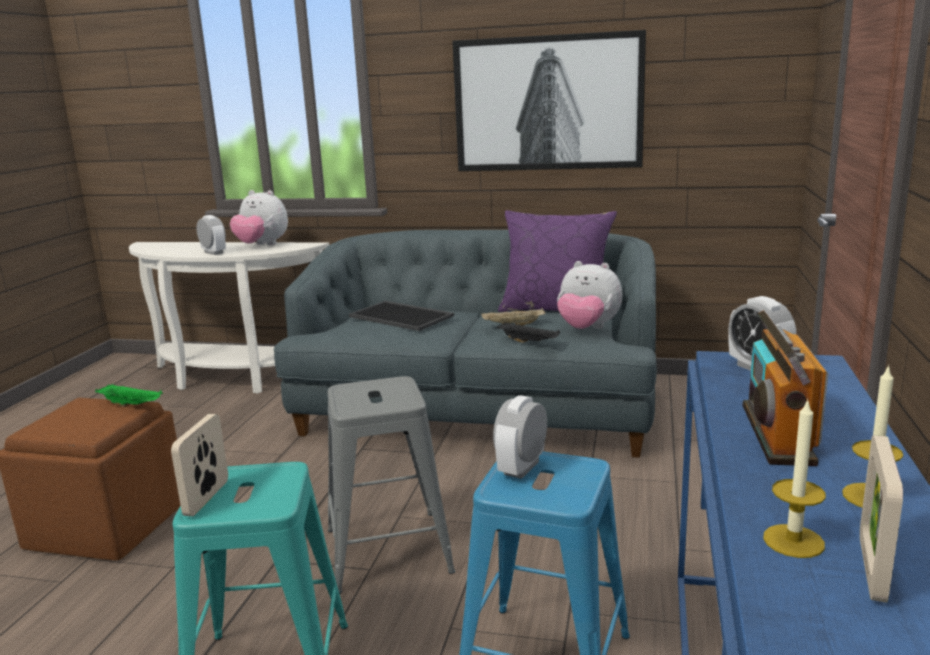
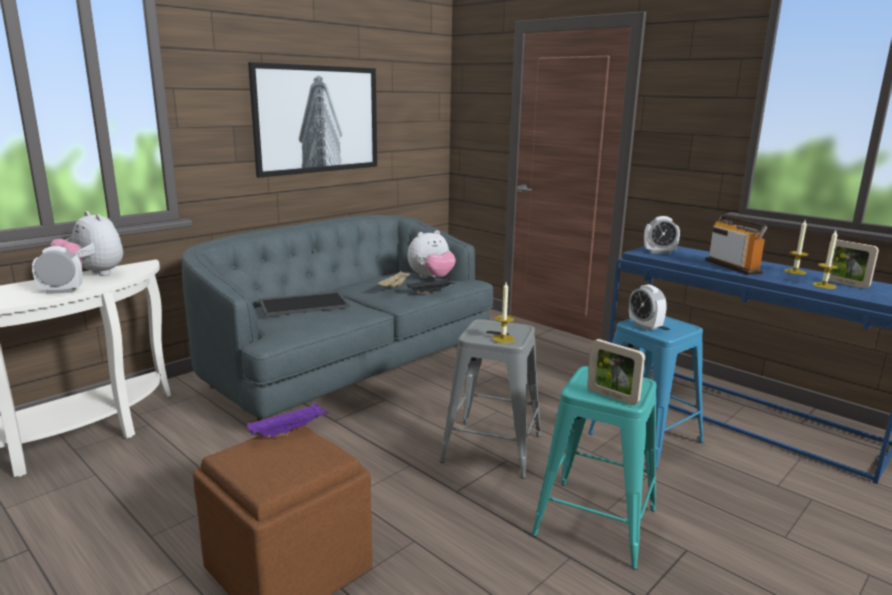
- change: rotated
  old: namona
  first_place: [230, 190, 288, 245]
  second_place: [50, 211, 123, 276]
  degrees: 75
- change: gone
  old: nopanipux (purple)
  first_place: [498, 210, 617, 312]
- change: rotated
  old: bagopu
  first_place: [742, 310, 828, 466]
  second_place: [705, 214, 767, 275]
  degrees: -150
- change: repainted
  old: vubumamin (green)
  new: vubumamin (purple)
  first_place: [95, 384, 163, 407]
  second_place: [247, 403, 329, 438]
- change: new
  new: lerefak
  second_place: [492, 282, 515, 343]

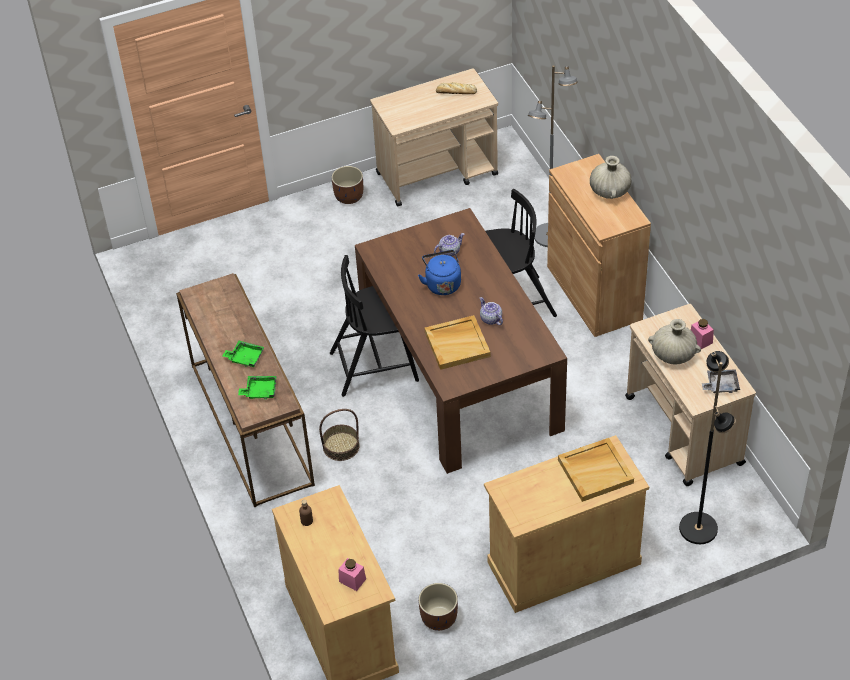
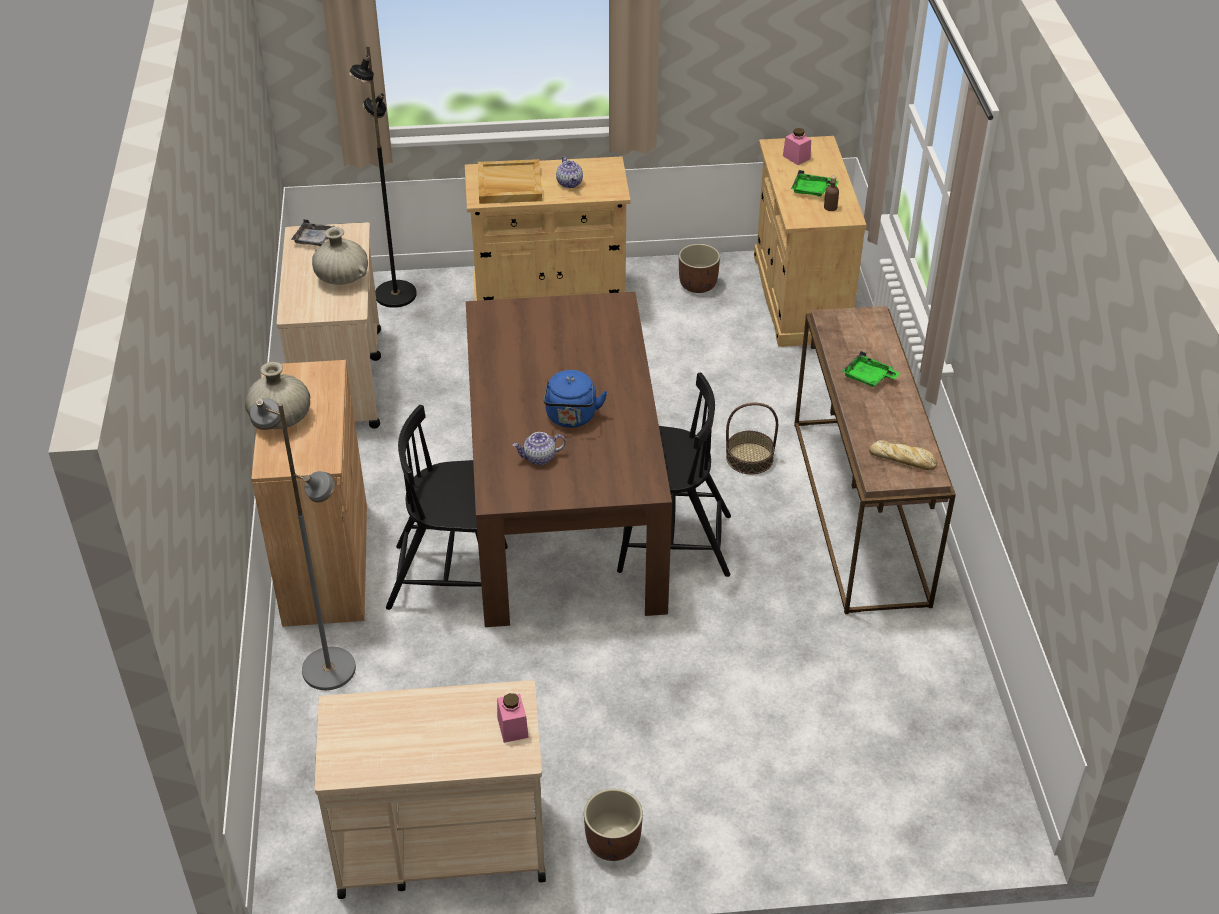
- change: shifted
  old: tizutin
  first_place: [436, 82, 477, 94]
  second_place: [869, 440, 937, 470]
- change: shifted
  old: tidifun
  first_place: [480, 297, 503, 325]
  second_place: [556, 156, 583, 188]
- change: gone
  old: vubumamin (beige)
  first_place: [425, 315, 491, 370]
- change: shifted
  old: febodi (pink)
  first_place: [691, 319, 714, 349]
  second_place: [497, 693, 529, 743]
- change: shifted
  old: vubumamin (green)
  first_place: [238, 376, 277, 399]
  second_place: [791, 170, 839, 197]

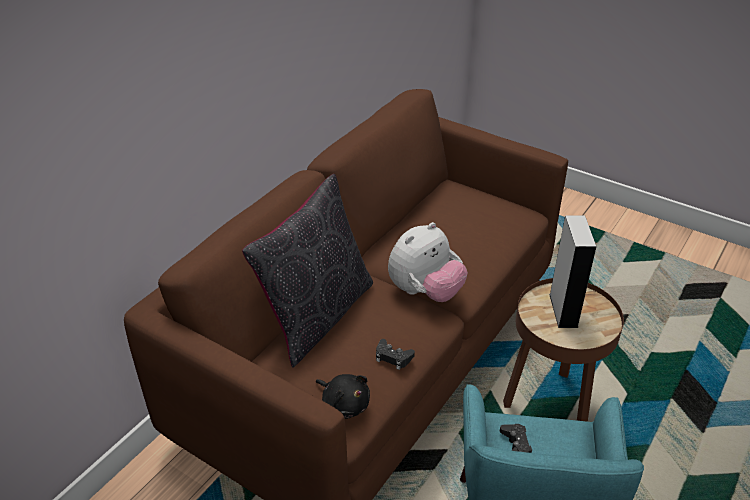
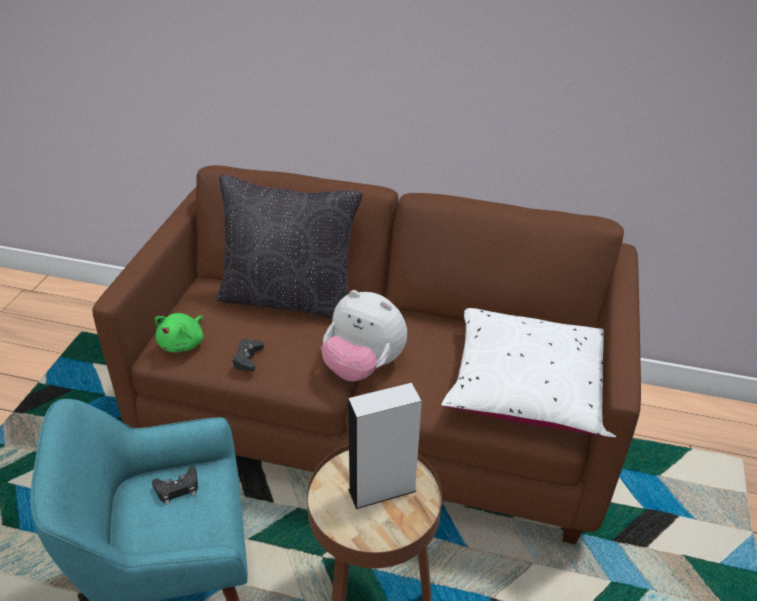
- change: repainted
  old: namona (black)
  new: namona (green)
  first_place: [316, 374, 370, 419]
  second_place: [155, 313, 204, 353]
- change: new
  new: nopanipux (white)
  second_place: [441, 308, 616, 438]

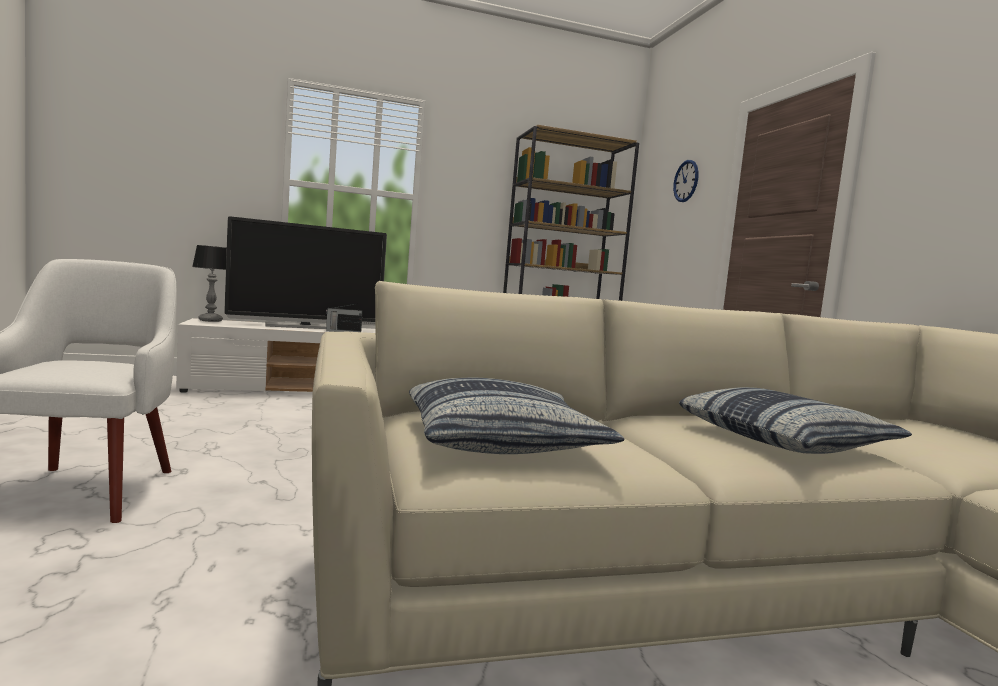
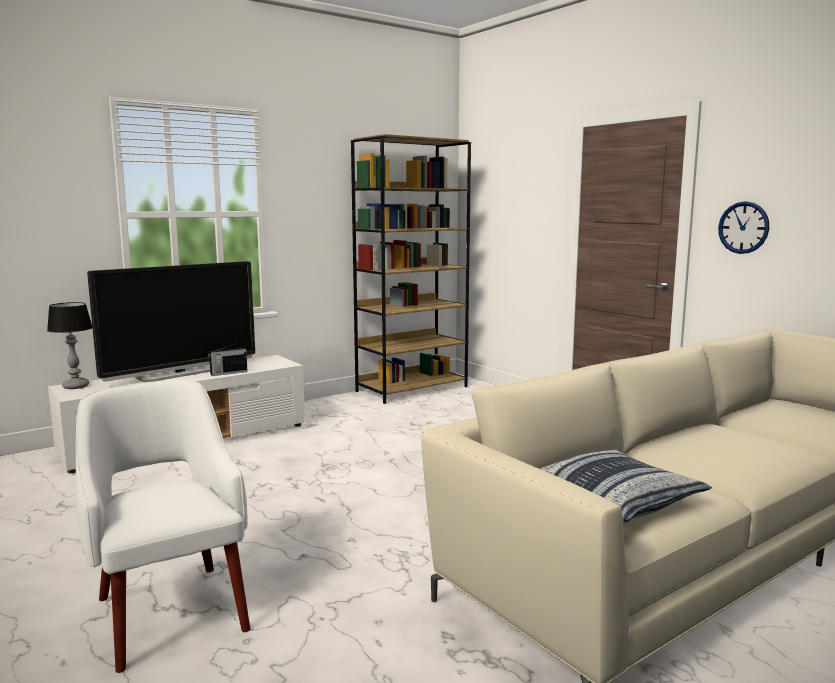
- change: shifted
  old: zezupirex
  first_place: [673, 160, 699, 202]
  second_place: [718, 201, 769, 254]
- change: gone
  old: nopanipux
  first_place: [679, 387, 912, 454]

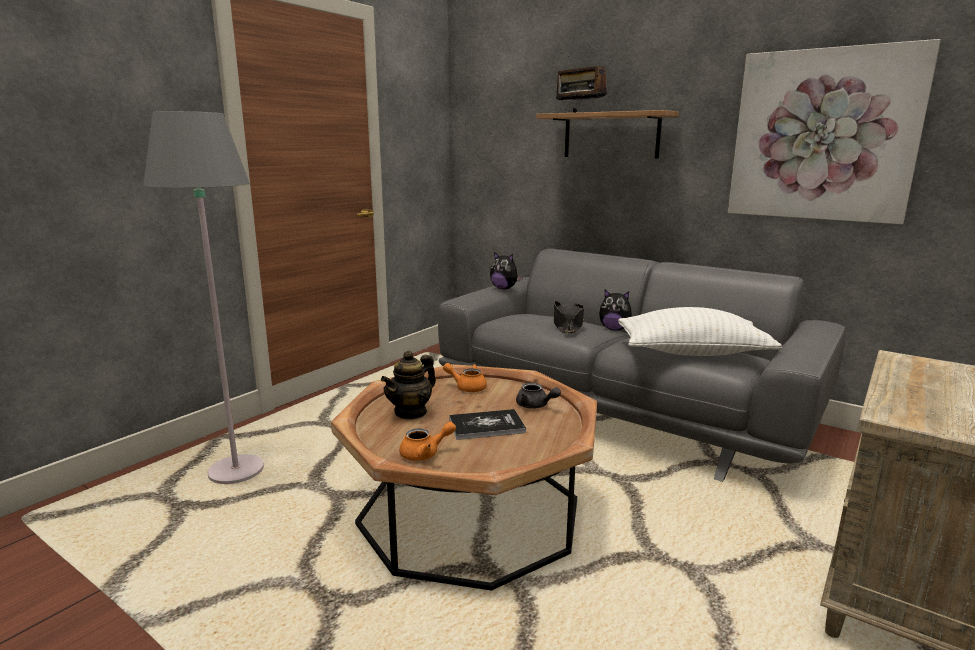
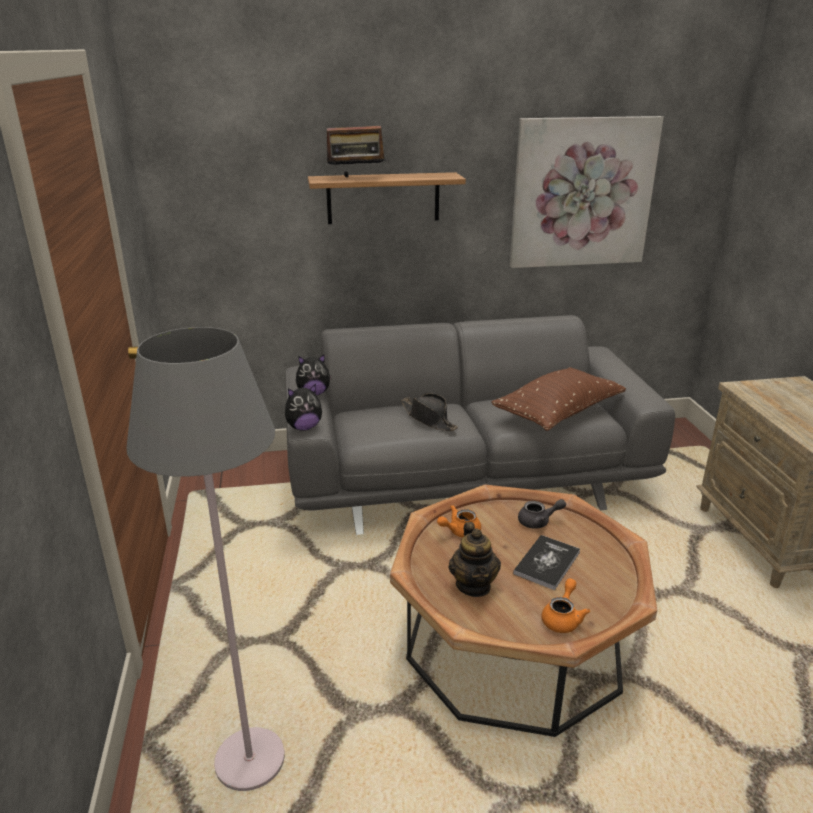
- change: shifted
  old: namona
  first_place: [599, 290, 636, 330]
  second_place: [285, 384, 322, 431]
- change: repainted
  old: nopanipux (white)
  new: nopanipux (brown)
  first_place: [618, 307, 782, 356]
  second_place: [491, 367, 626, 431]

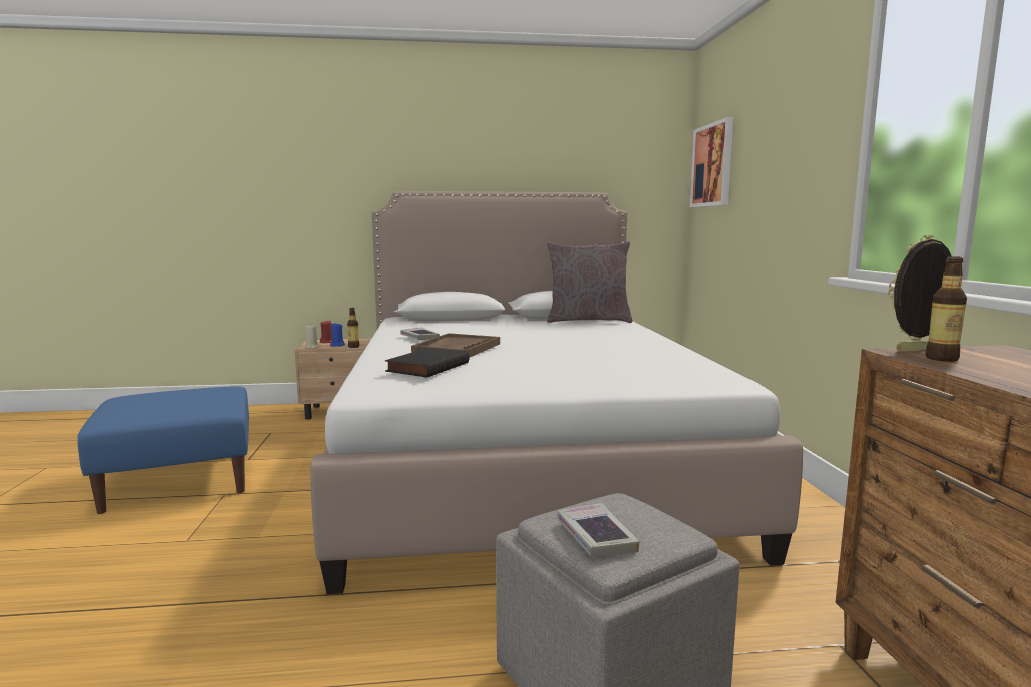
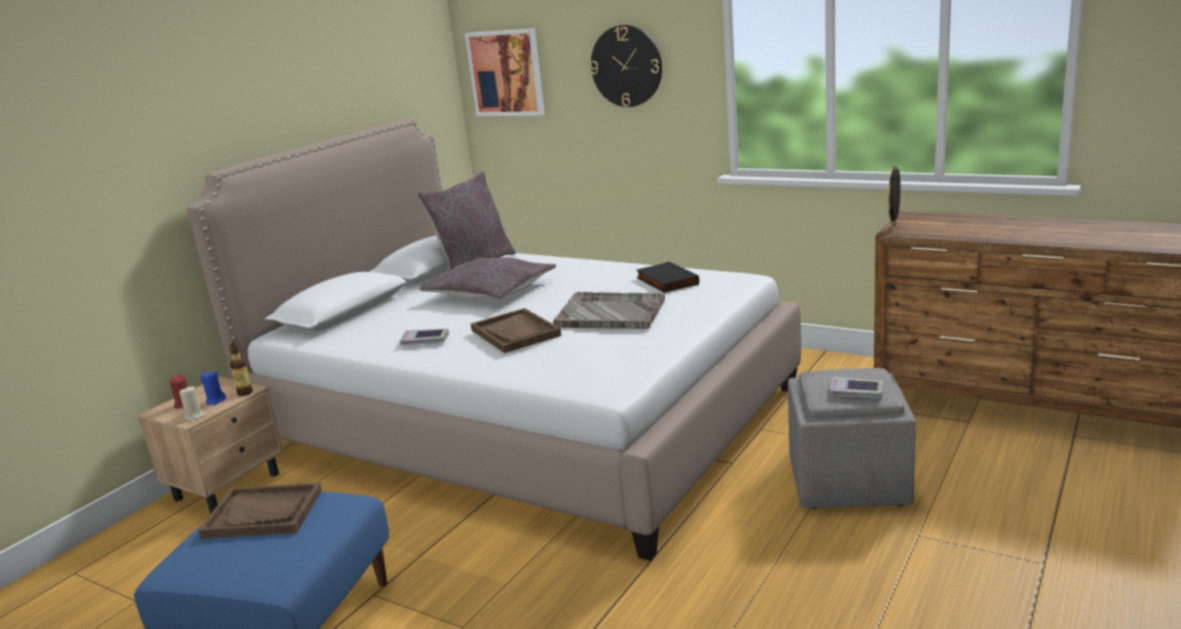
- change: gone
  old: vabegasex
  first_place: [925, 256, 967, 362]
- change: shifted
  old: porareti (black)
  first_place: [385, 347, 469, 378]
  second_place: [636, 261, 699, 293]
- change: new
  new: zezupirex
  second_place: [590, 25, 662, 107]
- change: new
  new: nopanipux (grey)
  second_place: [420, 257, 556, 300]
- change: new
  new: vubumamin (grey)
  second_place: [553, 292, 665, 329]
- change: new
  new: vubumamin (brown)
  second_place: [198, 483, 322, 539]

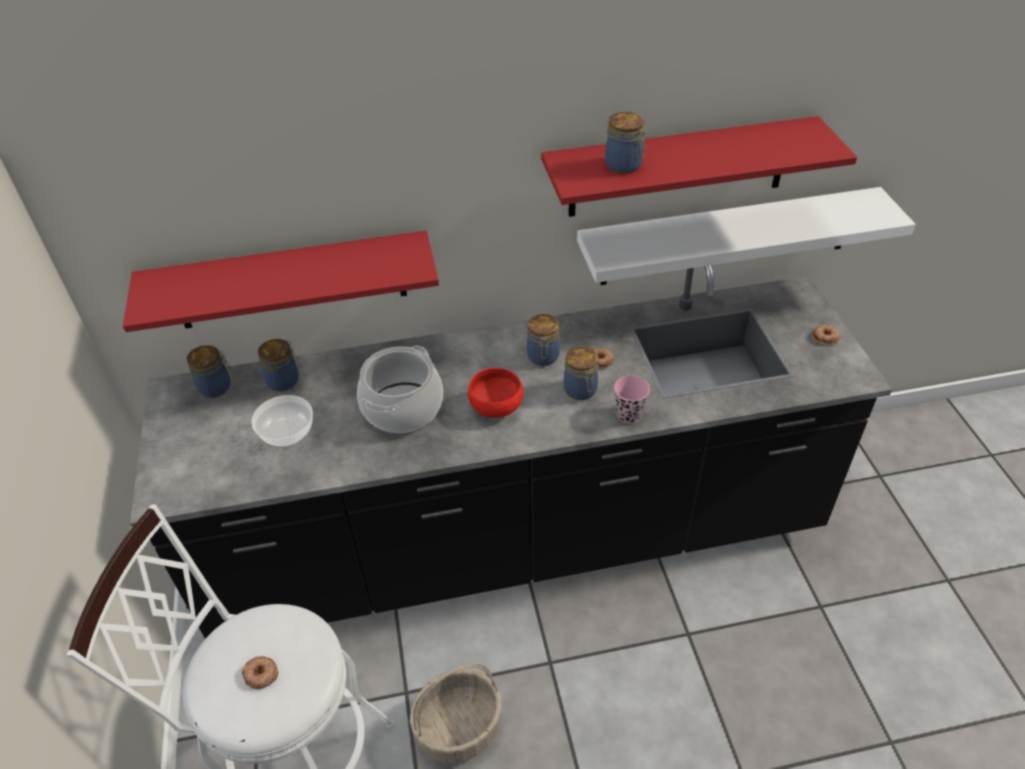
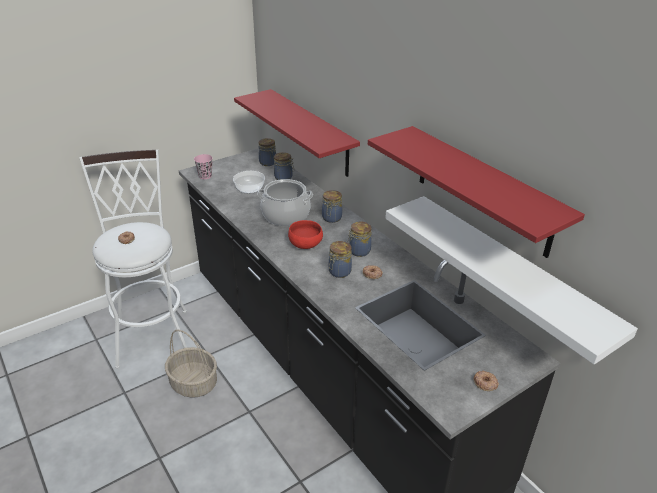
- change: shifted
  old: febodi
  first_place: [605, 112, 647, 174]
  second_place: [322, 190, 342, 223]
- change: shifted
  old: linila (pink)
  first_place: [614, 376, 650, 424]
  second_place: [194, 154, 212, 179]

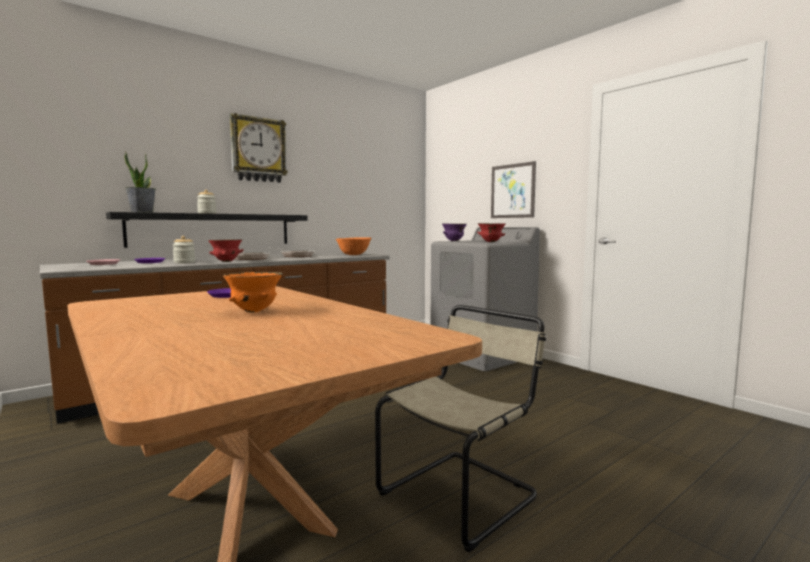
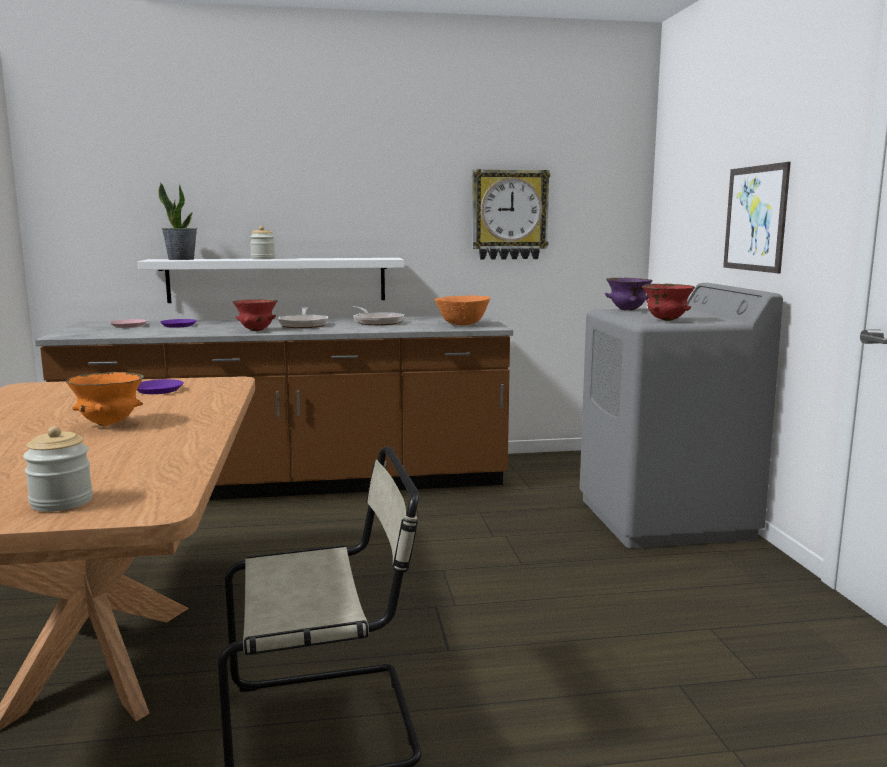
- change: shifted
  old: zezupirex
  first_place: [230, 113, 288, 183]
  second_place: [472, 169, 550, 260]
- change: repainted
  old: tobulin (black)
  new: tobulin (white)
  first_place: [106, 212, 307, 248]
  second_place: [138, 258, 404, 303]
- change: shifted
  old: febodi
  first_place: [173, 236, 195, 263]
  second_place: [23, 426, 93, 512]

